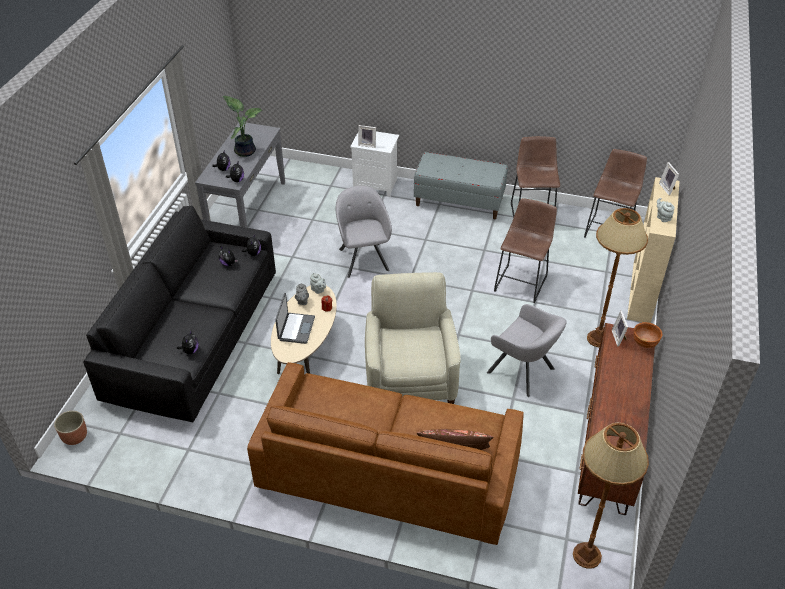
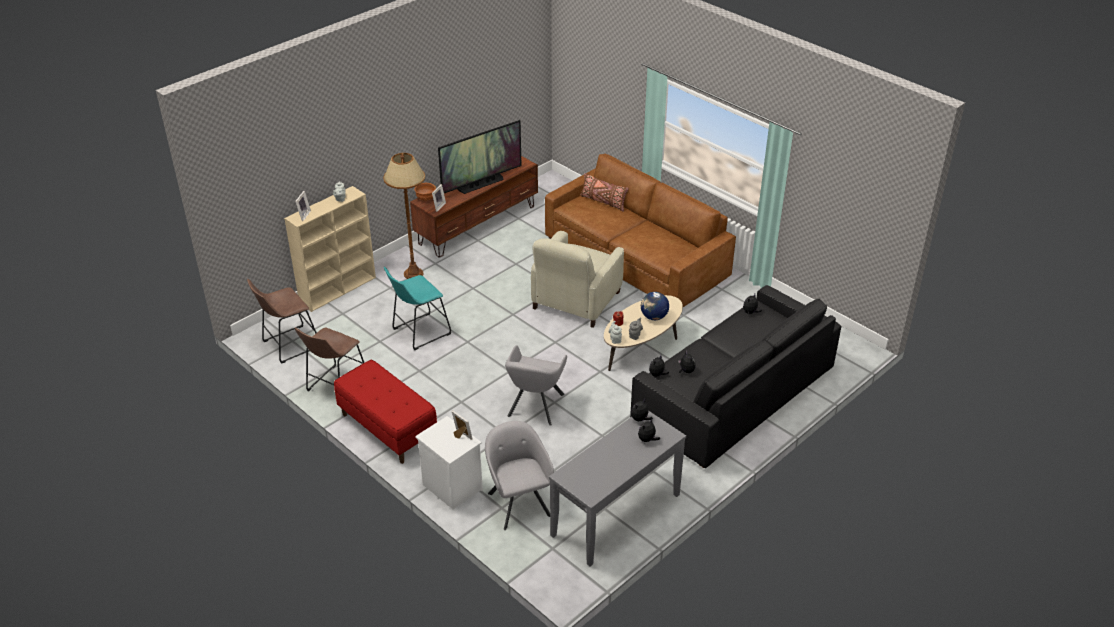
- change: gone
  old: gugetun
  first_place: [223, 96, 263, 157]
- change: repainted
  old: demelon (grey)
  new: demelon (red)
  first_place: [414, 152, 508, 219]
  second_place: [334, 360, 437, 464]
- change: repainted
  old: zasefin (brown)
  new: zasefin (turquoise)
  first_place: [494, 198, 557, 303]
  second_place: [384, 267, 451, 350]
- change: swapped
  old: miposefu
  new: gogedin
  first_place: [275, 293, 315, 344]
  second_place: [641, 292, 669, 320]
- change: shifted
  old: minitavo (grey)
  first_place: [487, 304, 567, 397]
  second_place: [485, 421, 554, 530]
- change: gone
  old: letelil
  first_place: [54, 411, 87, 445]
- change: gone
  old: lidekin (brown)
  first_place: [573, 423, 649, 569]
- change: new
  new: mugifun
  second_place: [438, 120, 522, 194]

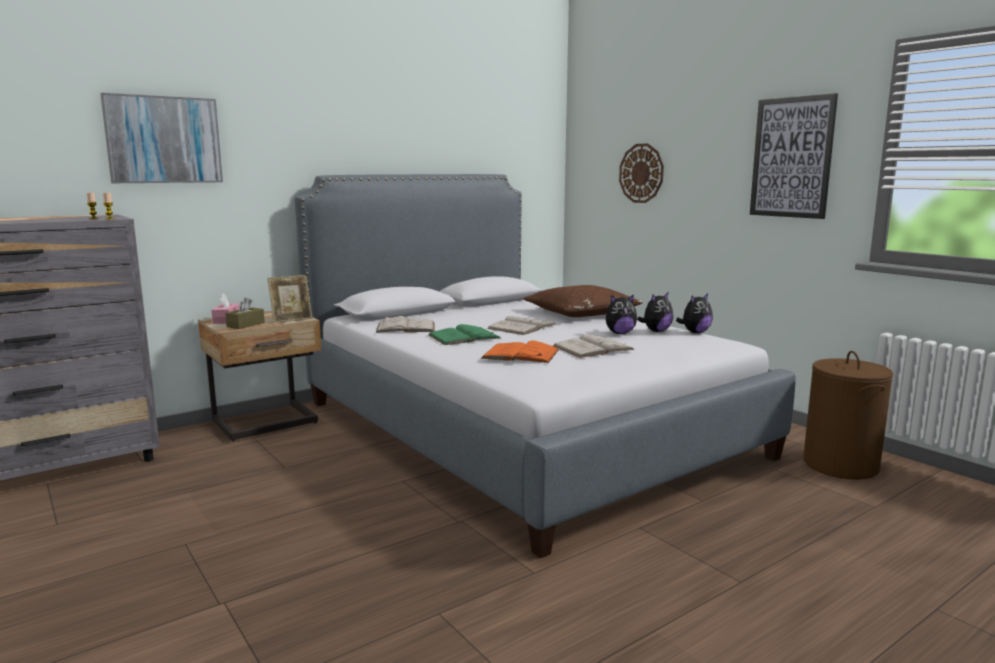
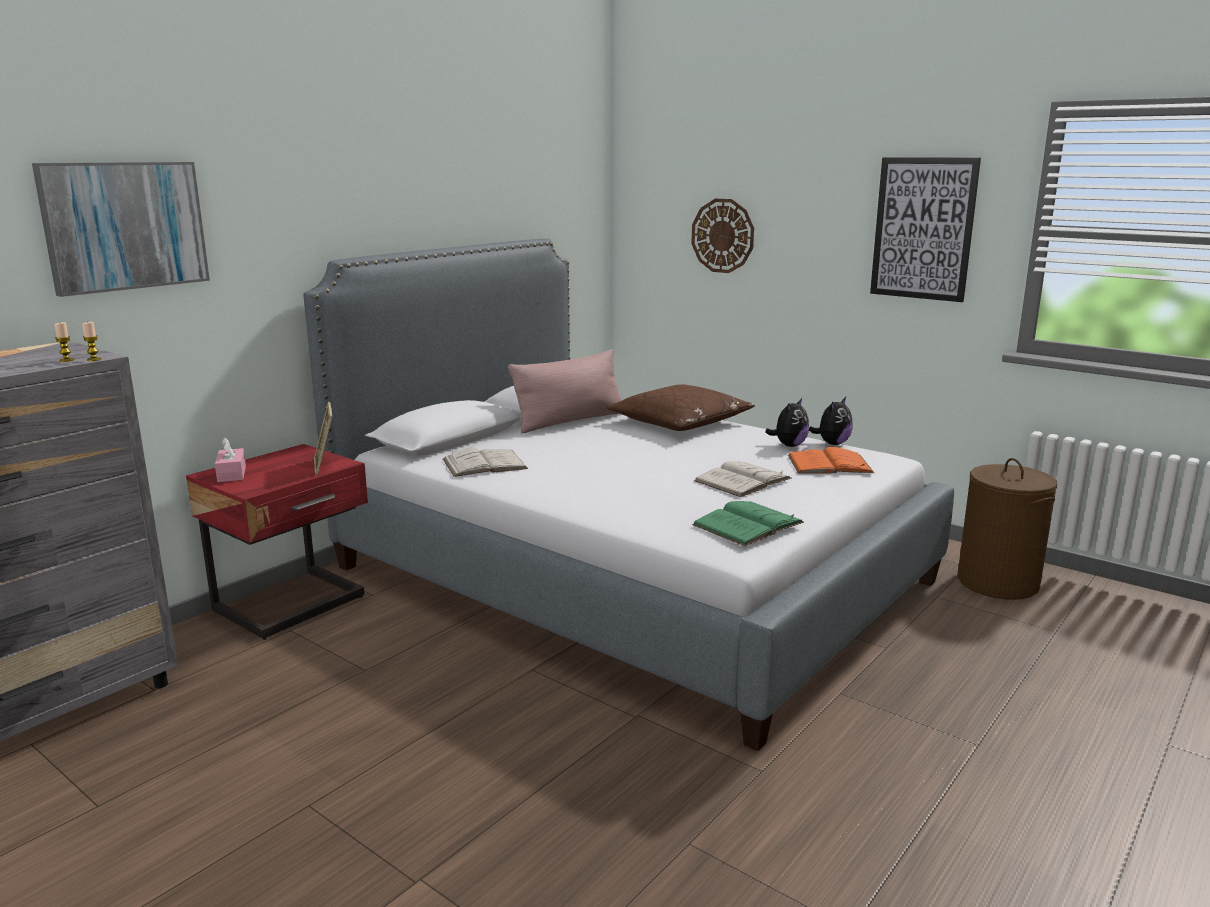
- change: rotated
  old: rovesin
  first_place: [267, 275, 312, 323]
  second_place: [314, 402, 332, 475]
  degrees: 120
- change: gone
  old: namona
  first_place: [606, 294, 637, 334]
- change: gone
  old: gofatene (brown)
  first_place: [225, 297, 265, 329]
- change: repainted
  old: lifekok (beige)
  new: lifekok (red)
  first_place: [198, 311, 321, 441]
  second_place: [186, 444, 368, 640]
- change: gone
  old: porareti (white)
  first_place: [487, 316, 556, 335]
- change: shifted
  old: porareti (green)
  first_place: [428, 324, 501, 345]
  second_place: [692, 501, 804, 546]
- change: shifted
  old: porareti (orange)
  first_place: [481, 340, 559, 363]
  second_place: [788, 447, 874, 474]
- change: new
  new: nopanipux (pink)
  second_place: [508, 349, 622, 433]

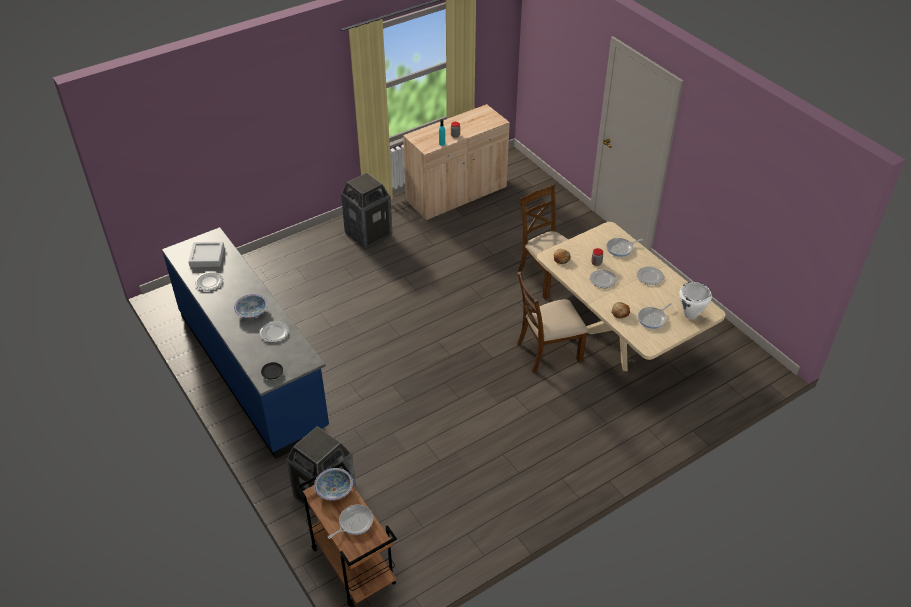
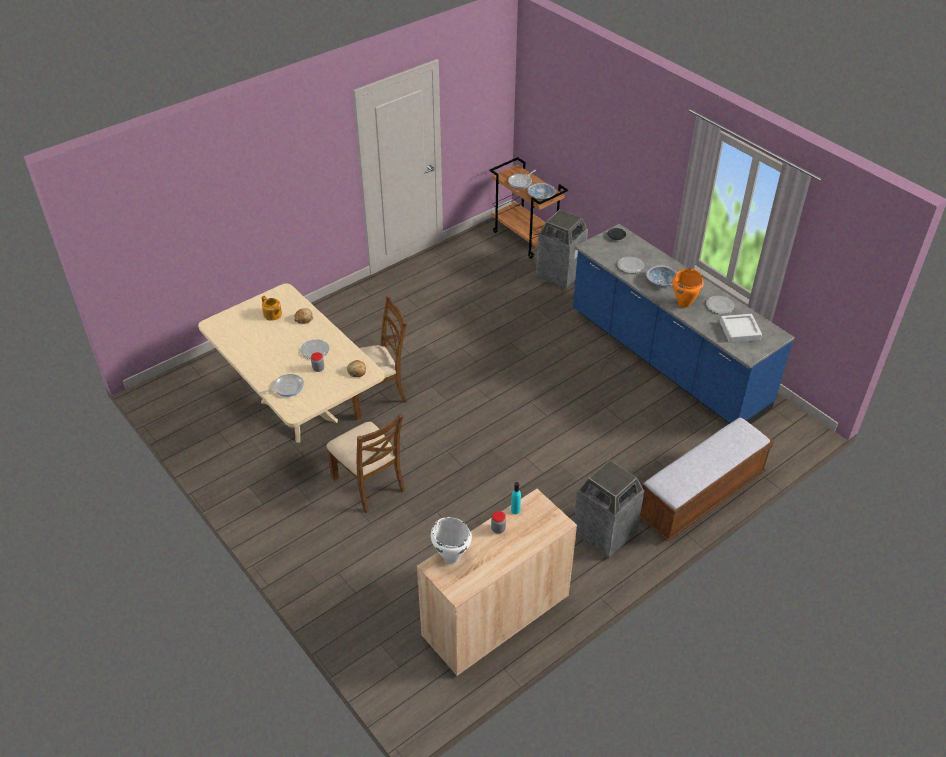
- change: gone
  old: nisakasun
  first_place: [637, 267, 664, 285]
- change: shifted
  old: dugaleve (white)
  first_place: [679, 282, 712, 319]
  second_place: [431, 517, 472, 564]
- change: swapped
  old: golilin
  new: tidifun
  first_place: [638, 303, 672, 329]
  second_place: [262, 296, 282, 321]
- change: new
  new: dugaleve (orange)
  second_place: [673, 269, 704, 308]
- change: new
  new: demelon
  second_place: [640, 417, 774, 541]

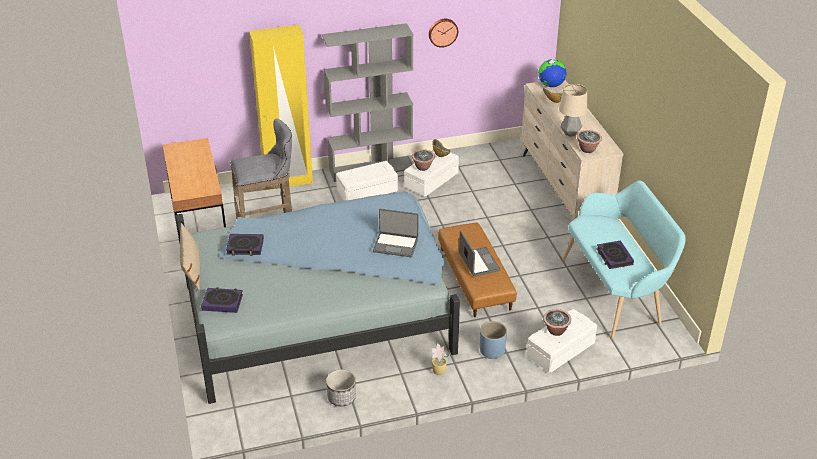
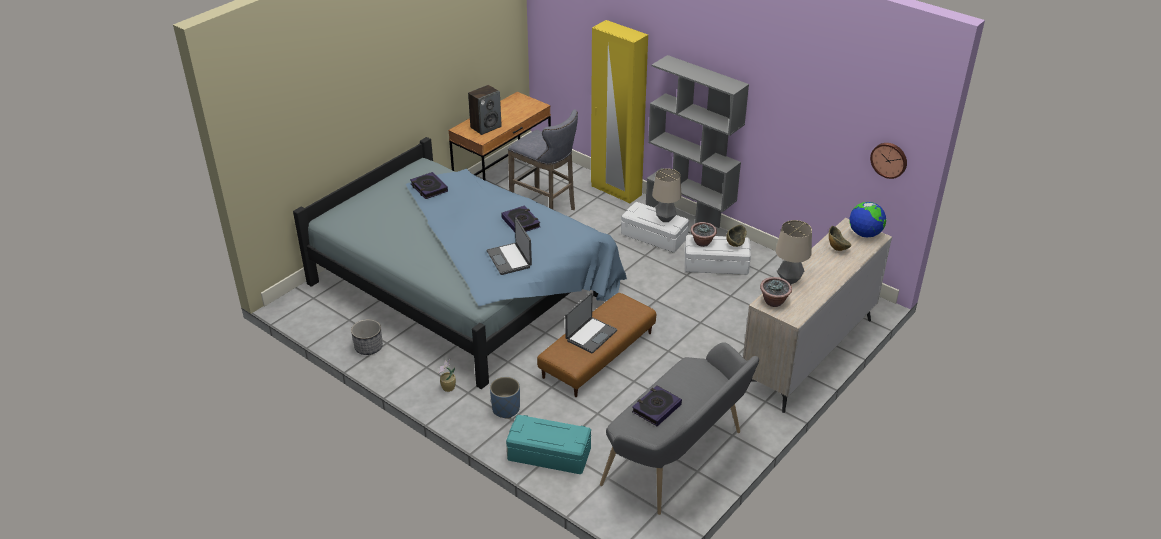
- change: shifted
  old: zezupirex
  first_place: [429, 19, 458, 48]
  second_place: [870, 143, 907, 179]
- change: repainted
  old: demelon (turquoise)
  new: demelon (grey)
  first_place: [562, 180, 686, 339]
  second_place: [600, 342, 759, 515]
- change: gone
  old: nopanipux (beige)
  first_place: [180, 223, 200, 291]
- change: shifted
  old: porareti
  first_place: [201, 287, 243, 313]
  second_place: [501, 205, 540, 232]
- change: repainted
  old: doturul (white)
  new: doturul (turquoise)
  first_place: [527, 309, 597, 373]
  second_place: [506, 415, 591, 474]
- change: gone
  old: gugetun
  first_place: [543, 309, 571, 336]
- change: new
  new: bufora
  second_place: [468, 85, 502, 135]
- change: new
  new: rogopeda
  second_place: [652, 169, 682, 222]

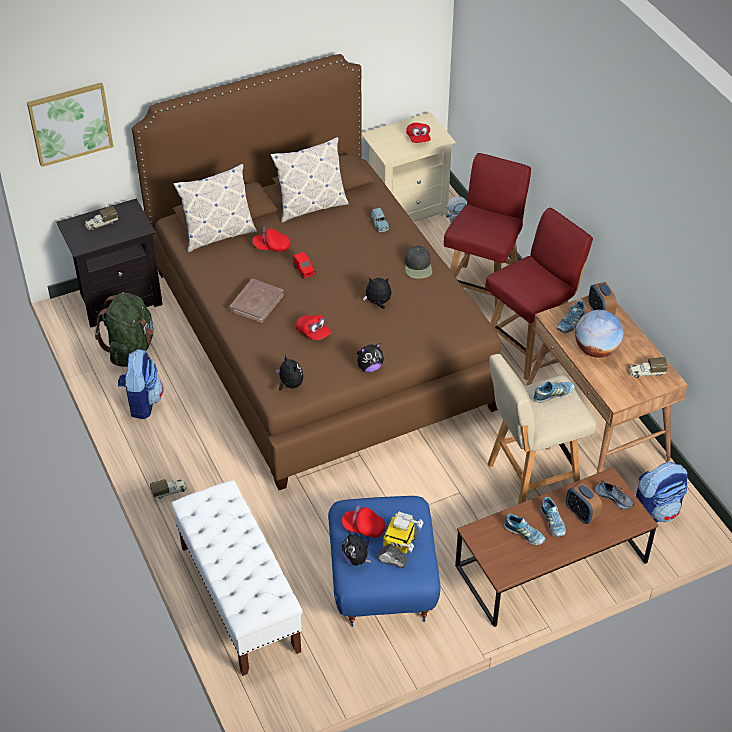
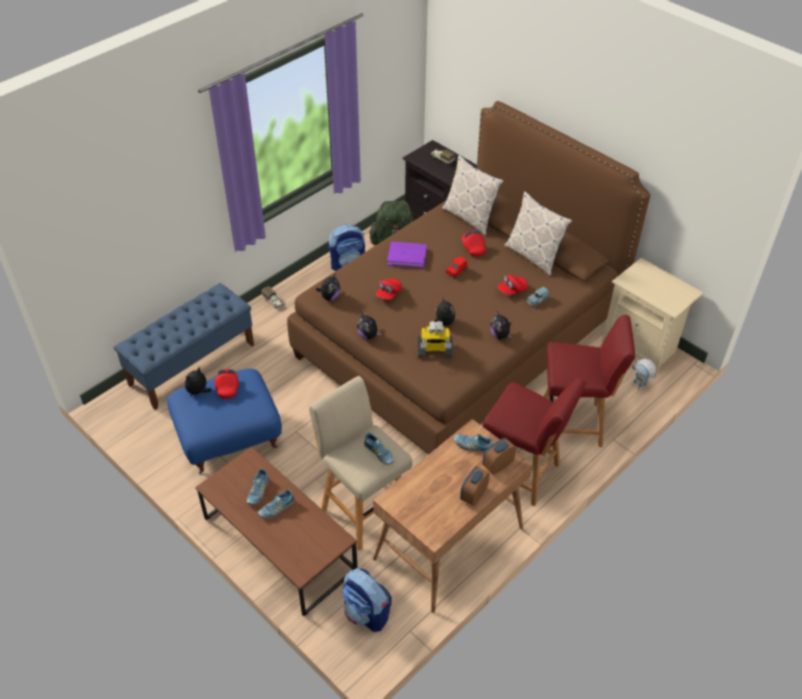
- change: gone
  old: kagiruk
  first_place: [27, 82, 113, 167]
- change: shifted
  old: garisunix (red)
  first_place: [406, 123, 431, 143]
  second_place: [498, 275, 528, 295]
- change: swapped
  old: garisunix (black)
  new: namona
  first_place: [405, 246, 432, 279]
  second_place: [490, 311, 512, 340]
- change: repainted
  old: porareti (brown)
  new: porareti (purple)
  first_place: [229, 279, 284, 323]
  second_place: [387, 242, 427, 268]
- change: gone
  old: gogedin
  first_place: [575, 310, 624, 358]
- change: gone
  old: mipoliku
  first_place: [629, 357, 668, 378]
- change: repainted
  old: demelon (white)
  new: demelon (blue)
  first_place: [171, 480, 303, 676]
  second_place: [114, 283, 254, 410]
- change: gone
  old: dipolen
  first_place: [595, 480, 634, 509]
- change: shifted
  old: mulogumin
  first_place: [566, 482, 602, 524]
  second_place: [460, 466, 490, 506]
- change: shifted
  old: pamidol
  first_place: [377, 512, 424, 568]
  second_place: [417, 321, 453, 357]

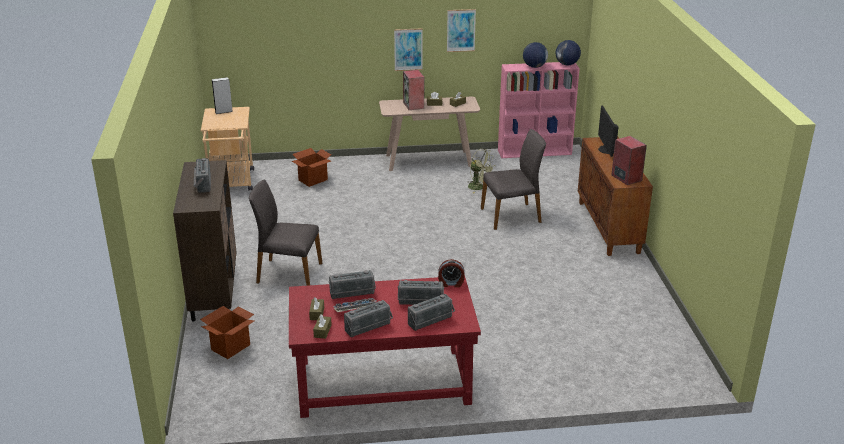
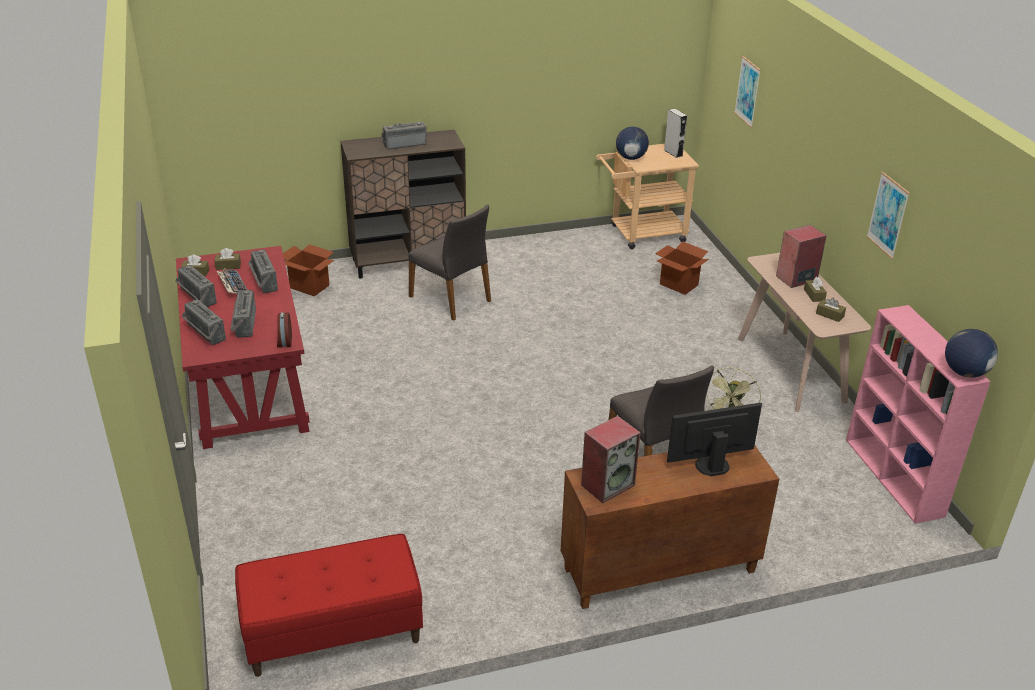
- change: shifted
  old: kagiruk
  first_place: [394, 28, 423, 71]
  second_place: [734, 56, 761, 128]
- change: shifted
  old: gogedin
  first_place: [523, 42, 548, 68]
  second_place: [616, 126, 649, 160]
- change: rotated
  old: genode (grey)
  first_place: [249, 180, 322, 286]
  second_place: [408, 204, 491, 321]
  degrees: 135
- change: new
  new: demelon (red)
  second_place: [235, 534, 423, 677]

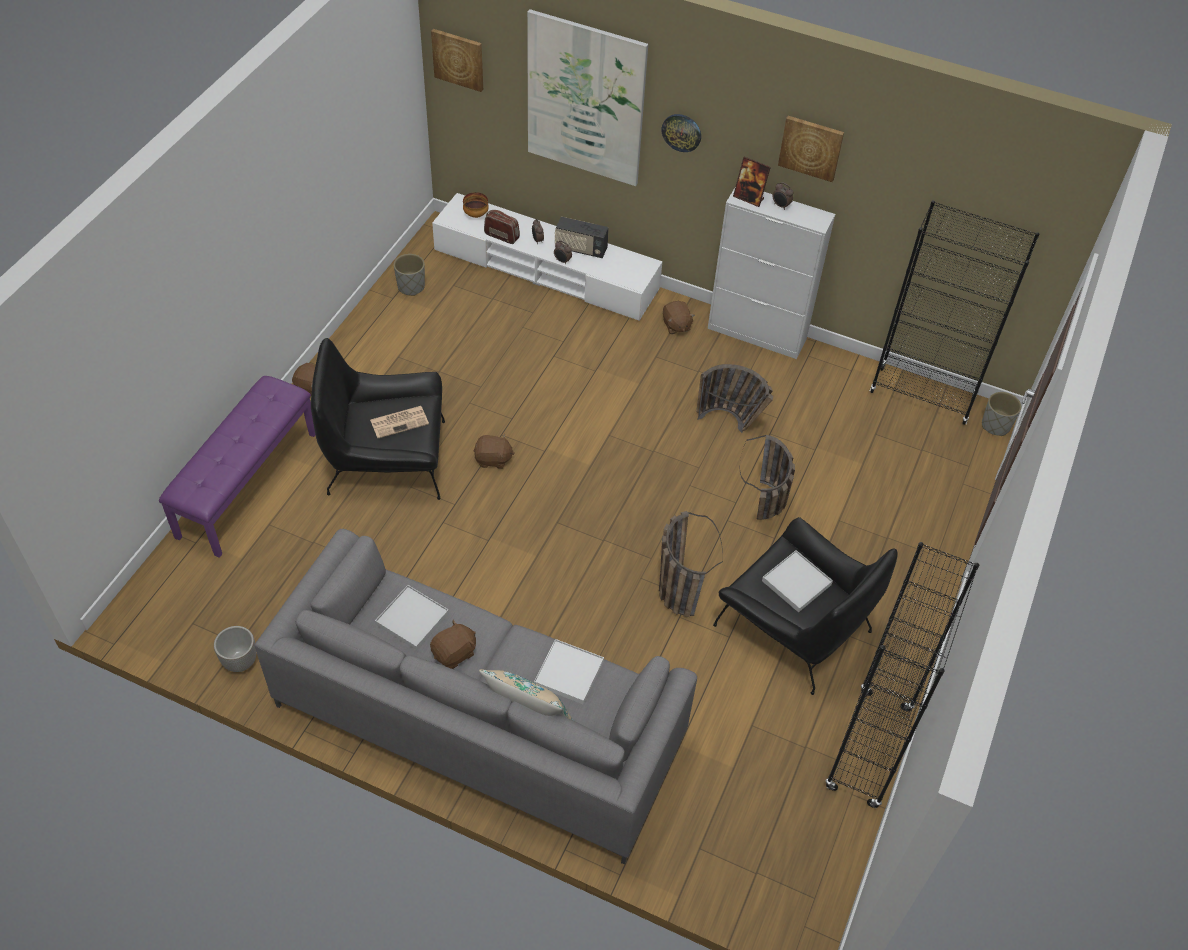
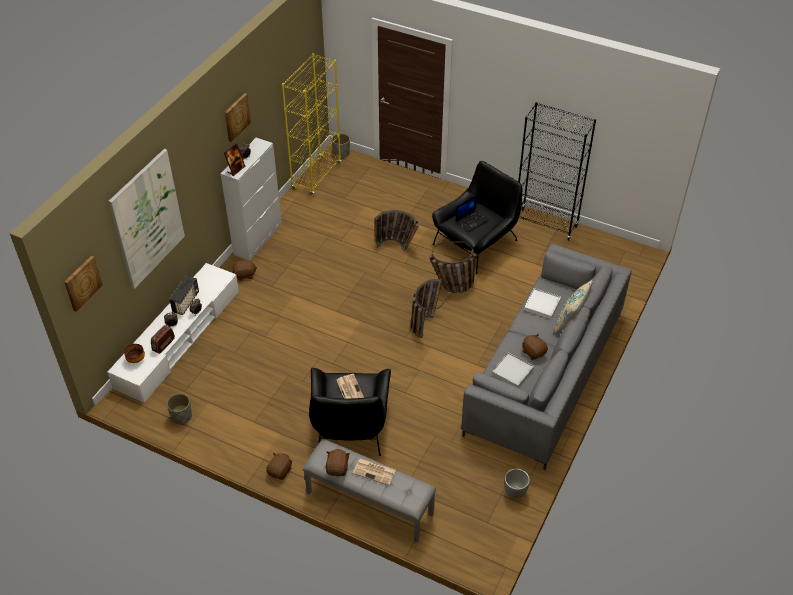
- change: gone
  old: zezupirex
  first_place: [661, 114, 701, 152]
- change: repainted
  old: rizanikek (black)
  new: rizanikek (yellow)
  first_place: [870, 201, 1040, 425]
  second_place: [282, 53, 342, 196]
- change: shifted
  old: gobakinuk
  first_place: [696, 364, 773, 433]
  second_place: [410, 279, 450, 338]
- change: repainted
  old: demelon (purple)
  new: demelon (grey)
  first_place: [159, 376, 316, 558]
  second_place: [303, 440, 436, 543]
- change: shifted
  old: namona (brown)
  first_place: [474, 434, 515, 469]
  second_place: [326, 449, 350, 476]
- change: swapped
  old: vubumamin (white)
  new: miposefu
  first_place: [762, 550, 833, 612]
  second_place: [456, 195, 489, 232]
- change: new
  new: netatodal
  second_place: [353, 458, 396, 485]

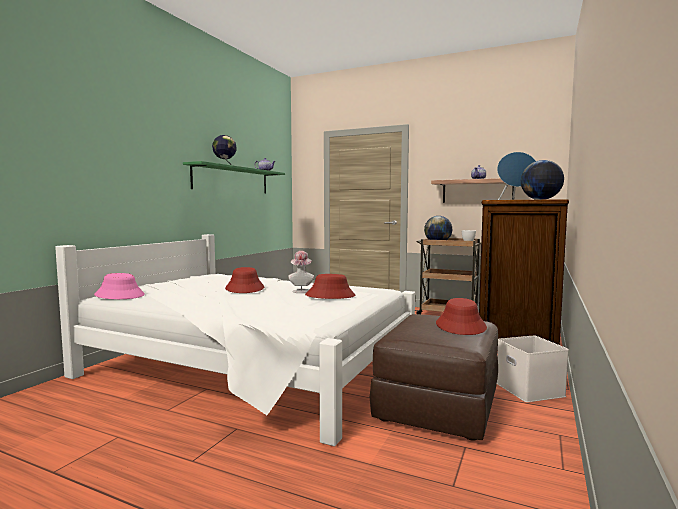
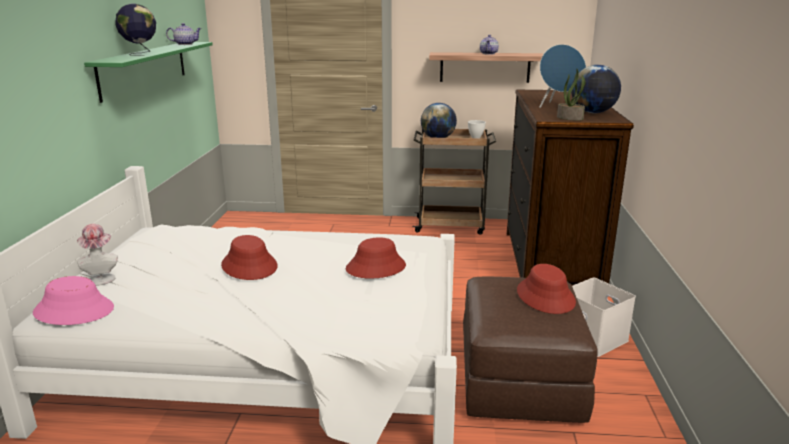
- change: shifted
  old: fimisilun
  first_place: [288, 251, 314, 293]
  second_place: [77, 224, 118, 286]
- change: new
  new: gugetun
  second_place: [557, 69, 585, 121]

